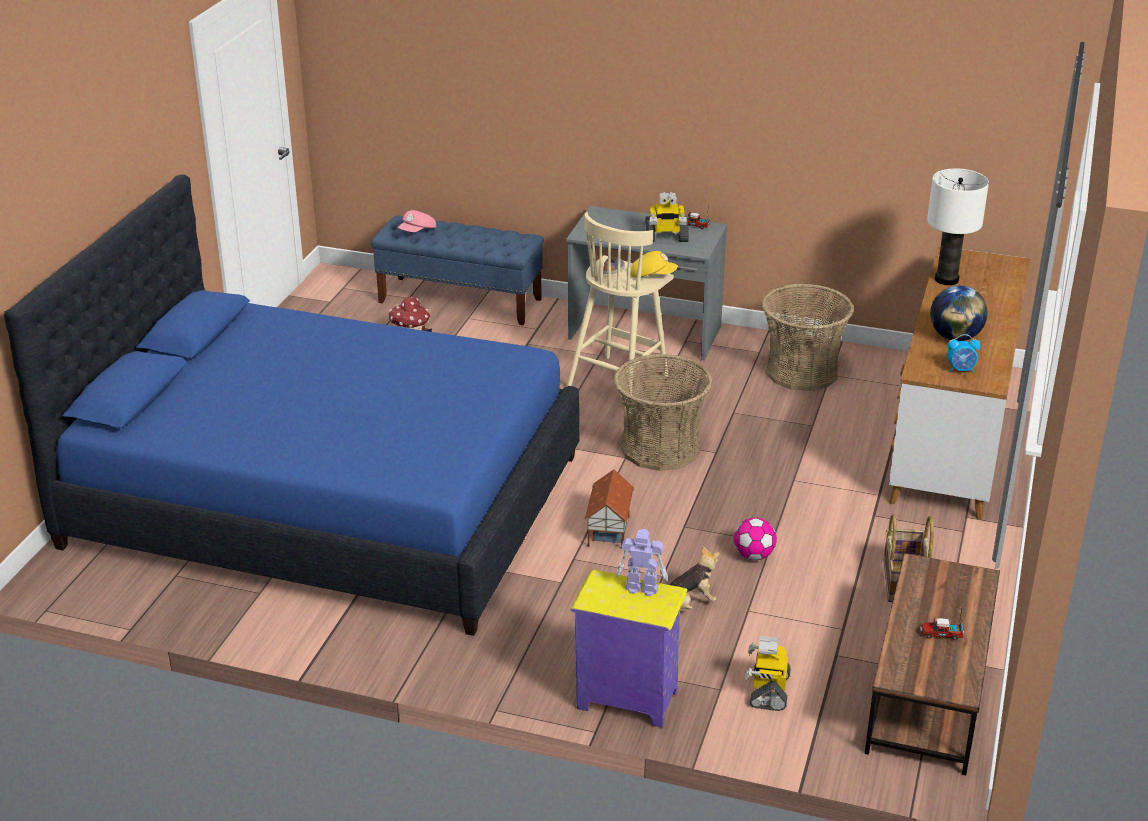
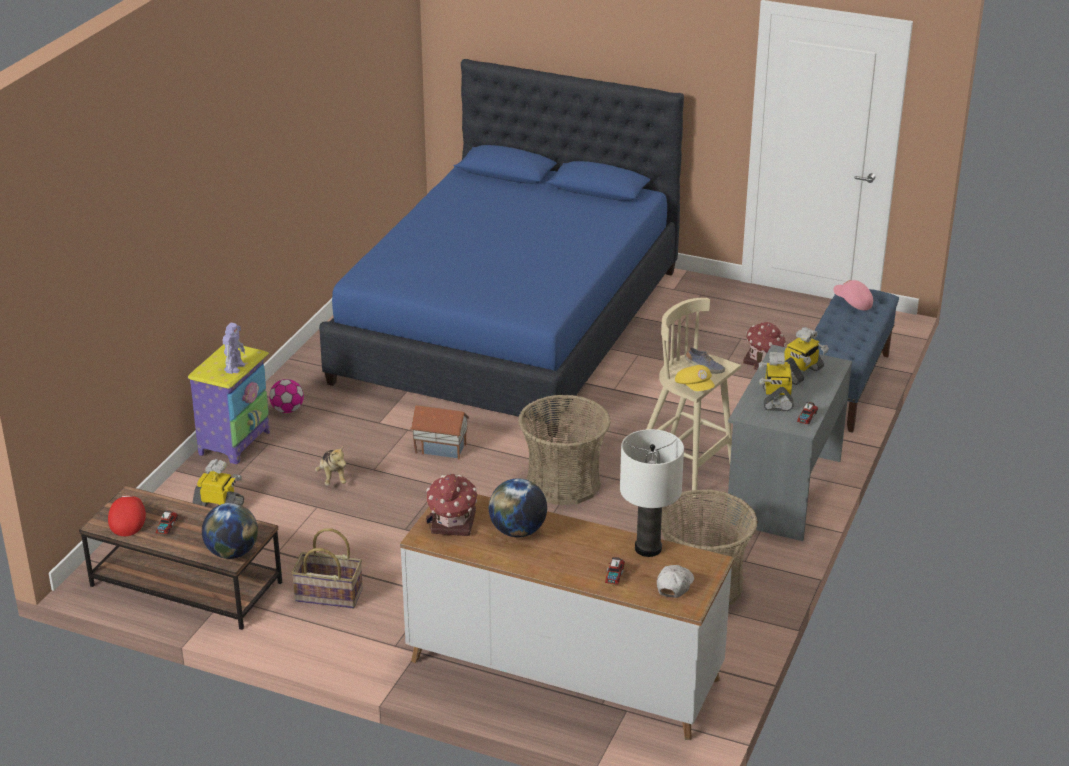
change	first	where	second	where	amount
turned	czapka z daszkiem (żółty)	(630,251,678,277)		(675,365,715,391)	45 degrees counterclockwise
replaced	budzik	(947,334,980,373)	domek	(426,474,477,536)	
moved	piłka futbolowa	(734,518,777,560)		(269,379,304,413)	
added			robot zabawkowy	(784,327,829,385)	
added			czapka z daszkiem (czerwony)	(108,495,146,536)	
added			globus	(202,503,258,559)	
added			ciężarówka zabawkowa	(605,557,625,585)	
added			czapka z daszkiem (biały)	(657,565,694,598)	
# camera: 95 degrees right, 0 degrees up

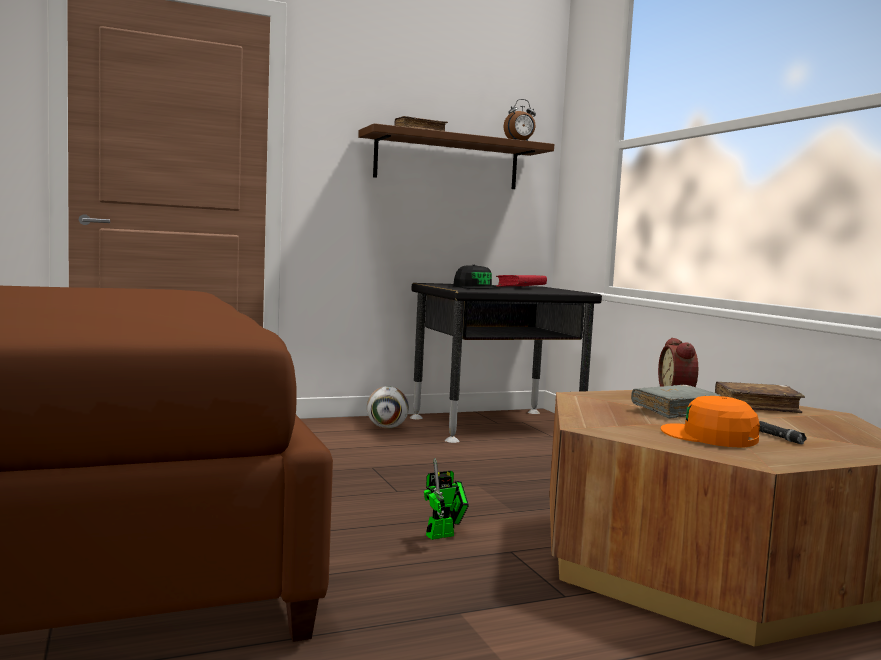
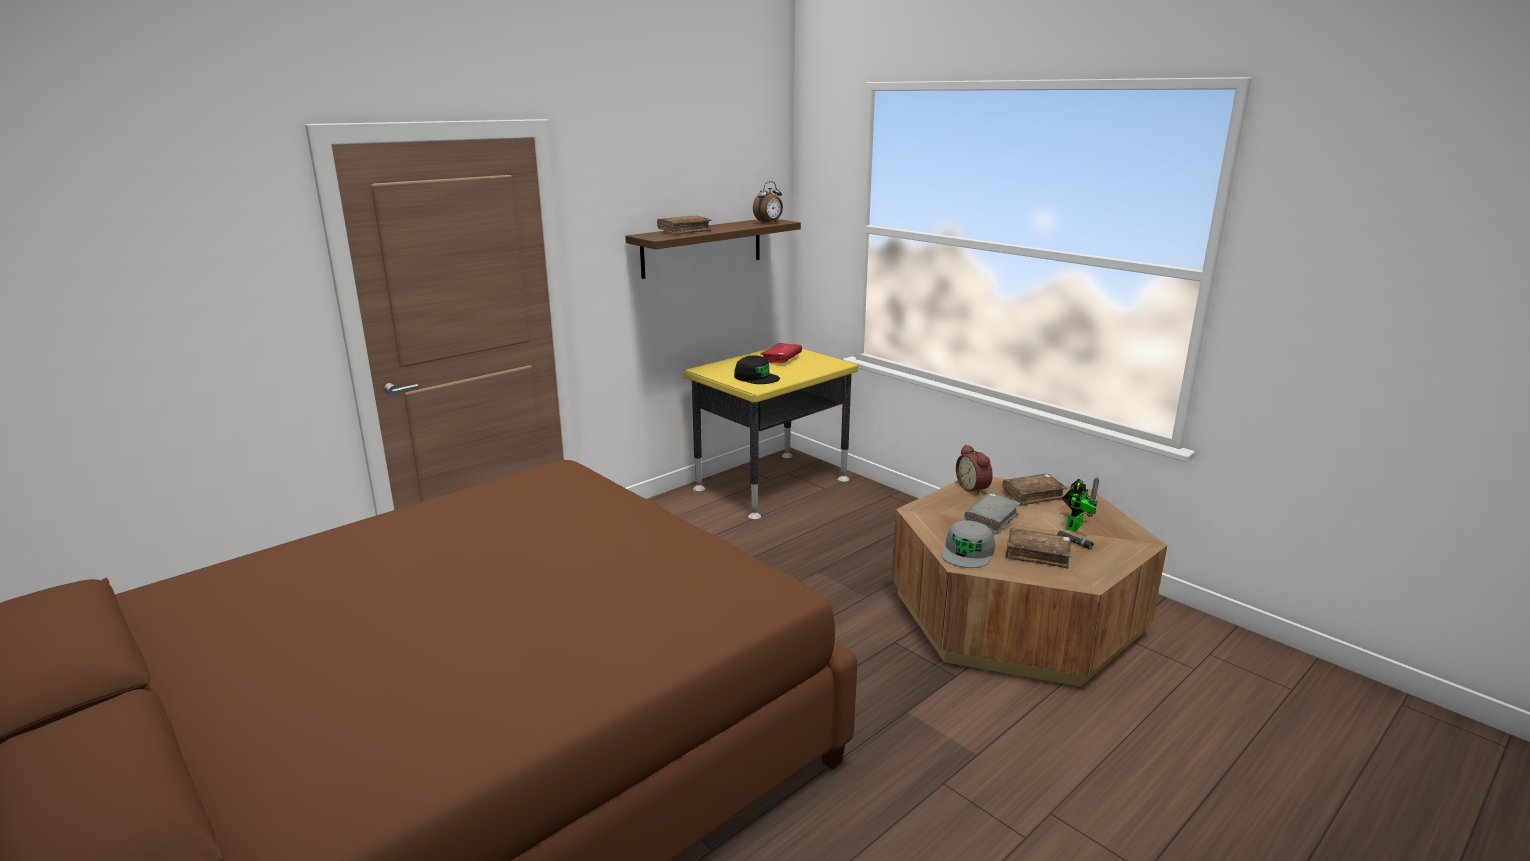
change	first	where	second	where	amount
recoloured	biurko (czarny)	(410,283,602,443)	biurko (żółty)	(684,348,858,519)	
removed	piłka futbolowa	(367,386,409,429)			
replaced	czapka z daszkiem (pomarańczowy)	(661,396,760,448)	książka (brązowy)	(1005,528,1071,569)	
moved	robot zabawkowy	(424,458,469,540)		(1062,477,1099,532)	
added			czapka z daszkiem (szary)	(941,520,995,568)	
# camera: 20 degrees left, 15 degrees up

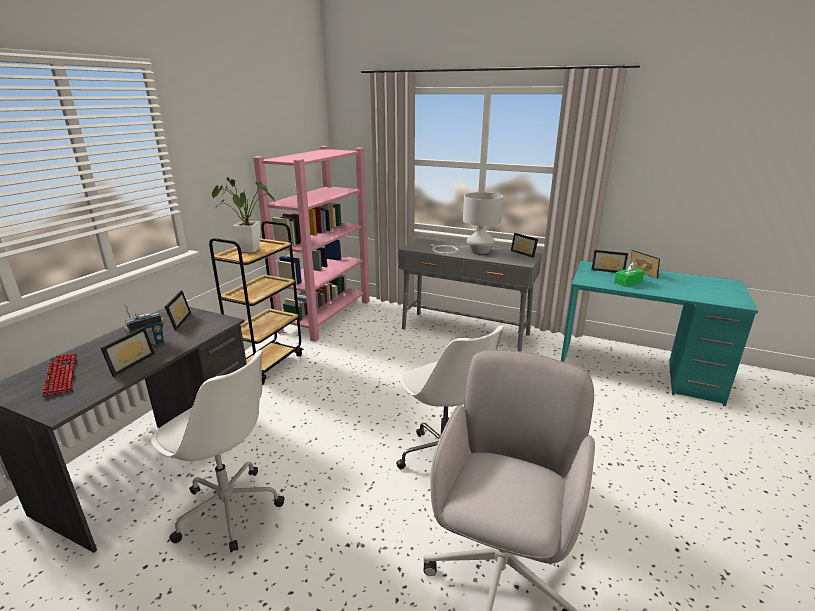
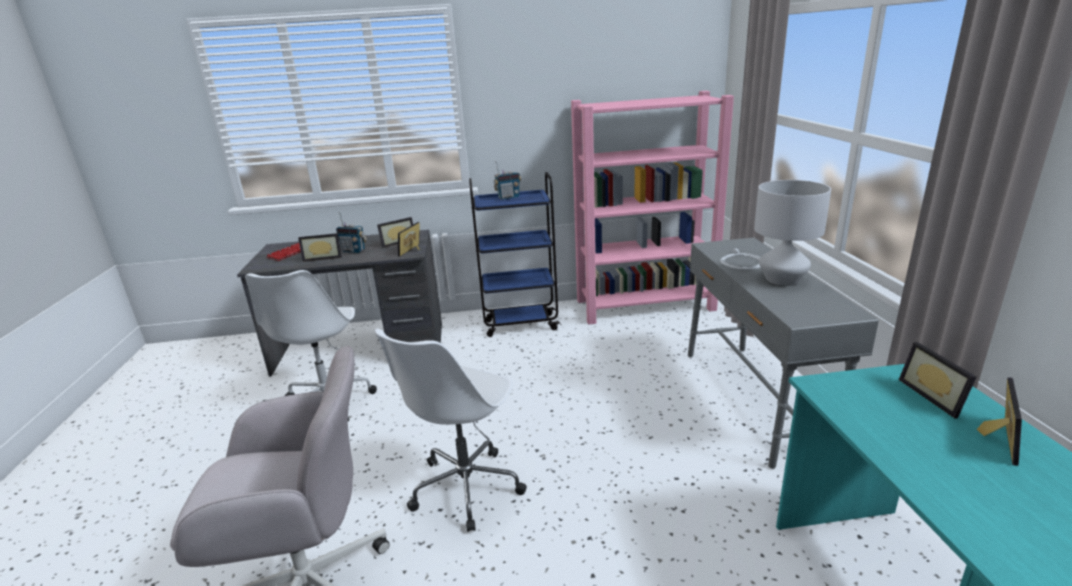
change	first	where	second	where	amount
replaced	roślina doniczkowa	(212,177,275,253)	radio	(494,161,521,200)	
recoloured	wózek (brązowy)	(209,221,304,385)	wózek (niebieski)	(469,172,561,337)	
moved	ramka na zdjęcie	(511,233,538,258)		(398,222,420,257)	
removed	pudełko chusteczek (zielony)	(614,261,645,287)			
# camera: 60 degrees right, 0 degrees up

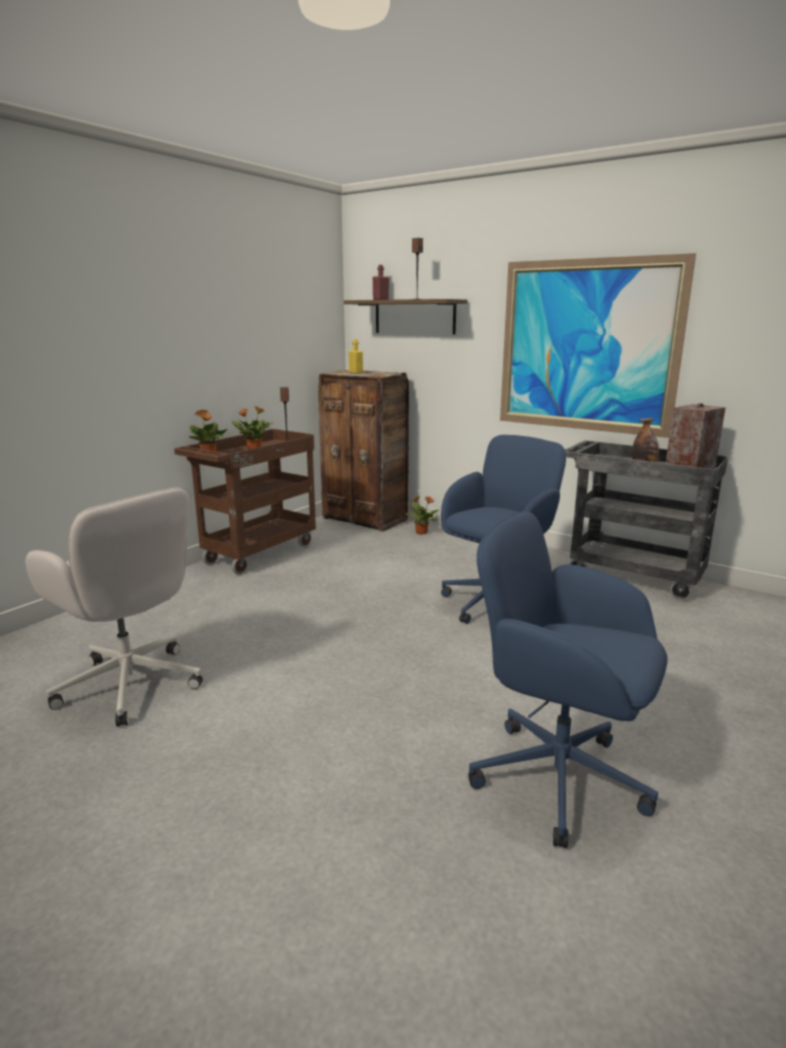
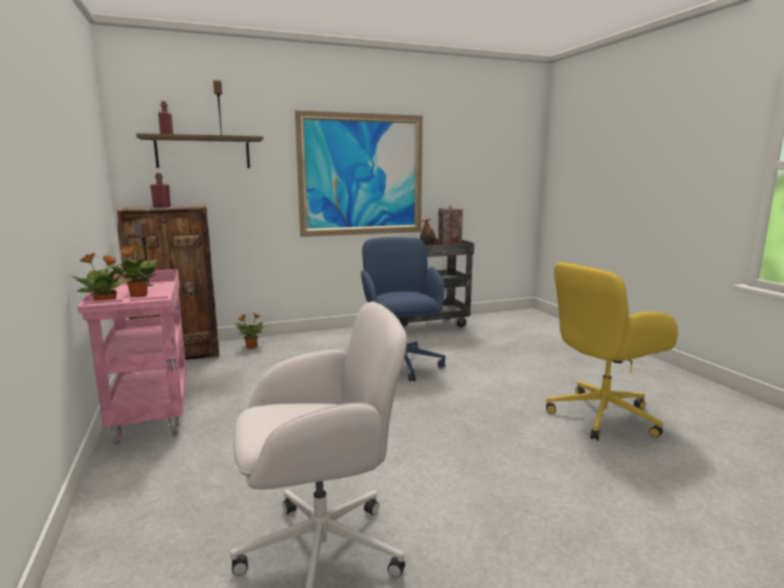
change	first	where	second	where	amount
recoloured	butelka (żółty)	(349,339,363,374)	butelka (czerwony)	(150,173,171,208)	
recoloured	wózek (brązowy)	(174,429,316,575)	wózek (różowy)	(77,269,187,445)	
recoloured	krzesło biurowe (niebieski)	(468,511,668,848)	krzesło biurowe (żółty)	(546,262,678,441)	
# camera: 55 degrees left, 5 degrees down

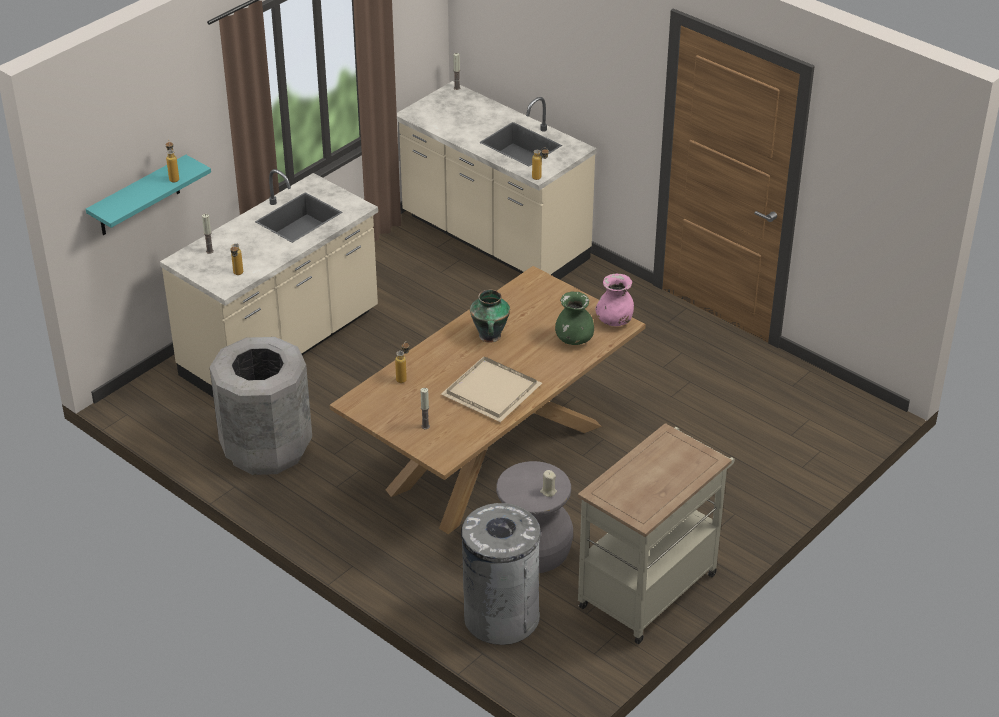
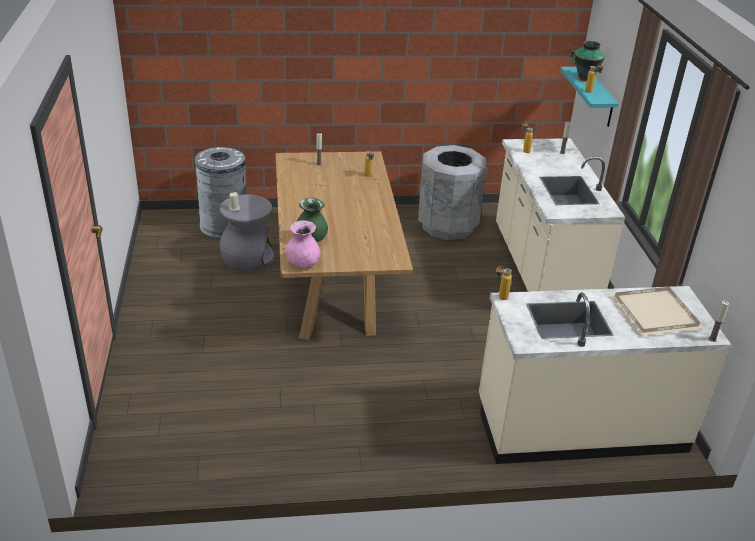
change	first	where	second	where	amount
moved	wazon	(470,289,510,343)		(570,41,605,81)	
moved	taca (beżowy)	(441,356,542,422)		(609,287,705,336)	
removed	wózek (beżowy)	(578,423,735,644)			
# camera: 130 degrees right, 5 degrees down

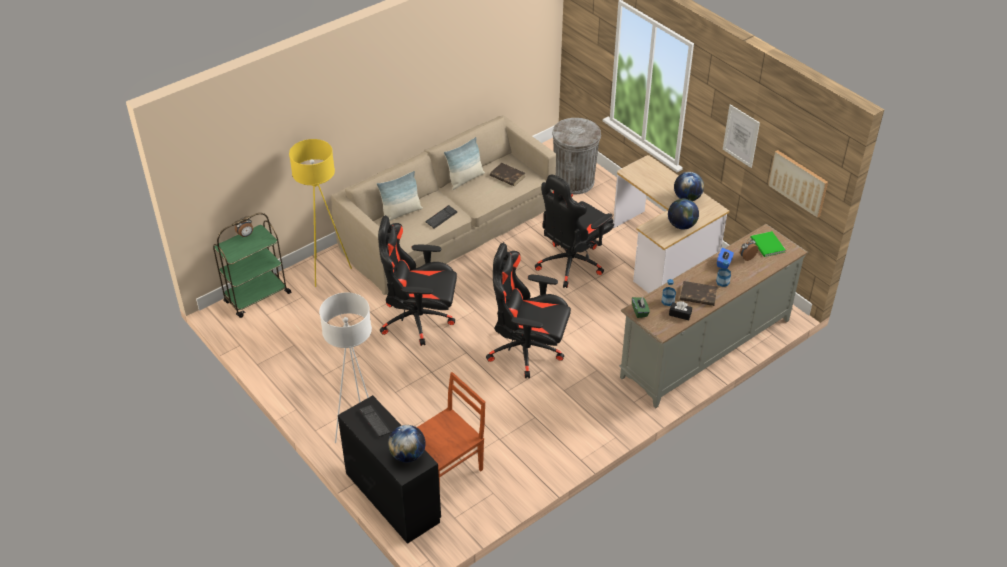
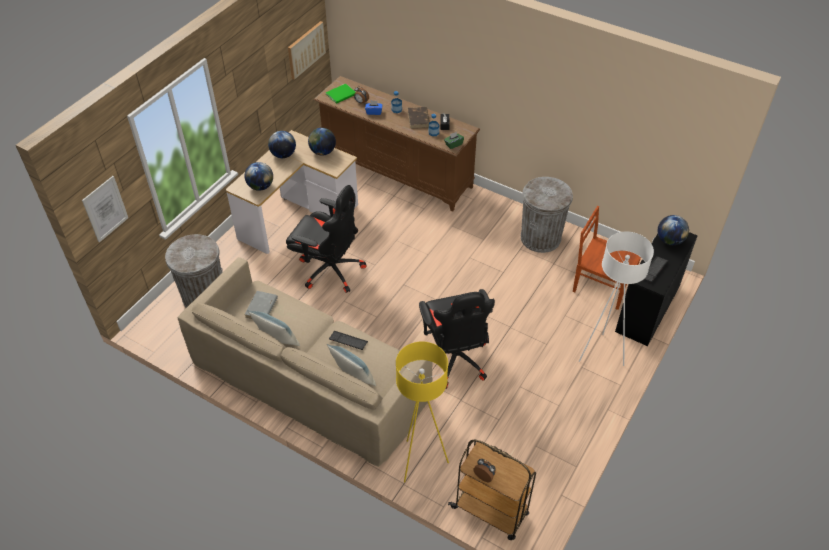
change	first	where	second	where	amount
moved	obraz	(723,104,760,168)		(82,176,128,243)	
recoloured	książka (brązowy)	(490,163,525,186)	książka (szary)	(245,291,278,319)	
recoloured	wózek (zielony)	(213,213,291,318)	wózek (brązowy)	(448,440,536,540)	
recoloured	szafka (szary)	(619,224,808,408)	szafka (brązowy)	(313,76,480,212)	
removed	krzesło biurowe (czarny)	(486,242,571,378)			
added			globus	(245,162,273,191)	
added			kosz na śmieci (szary)	(521,177,573,253)	
# camera: 110 degrees left, 5 degrees up

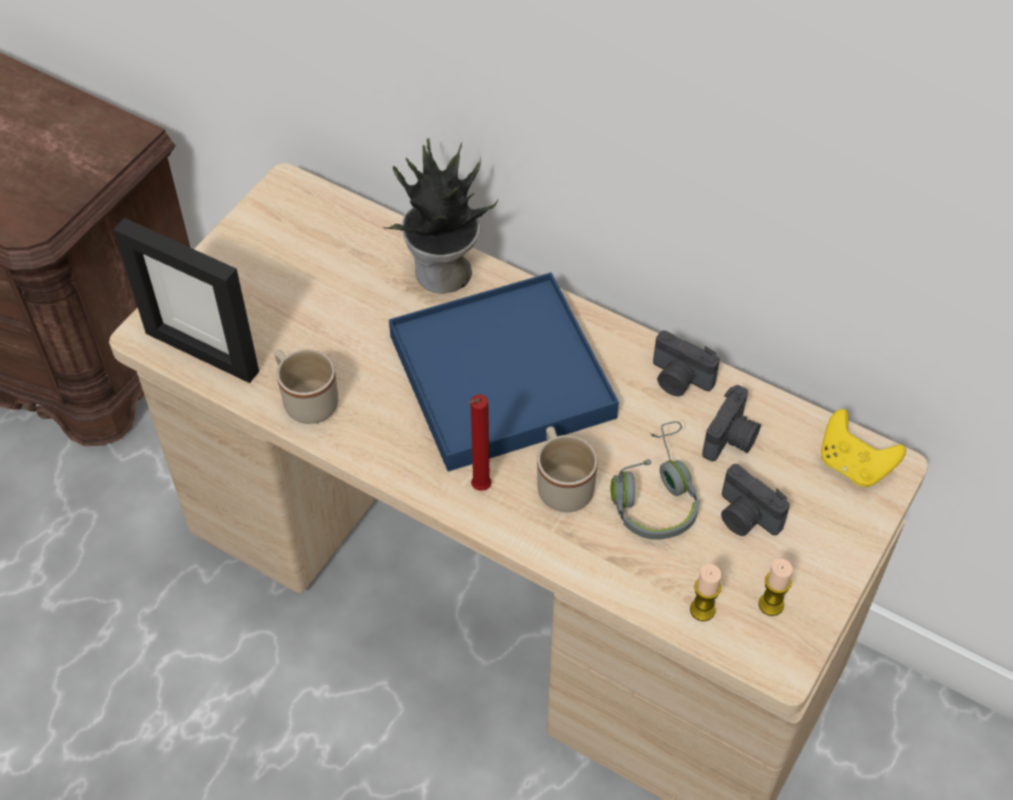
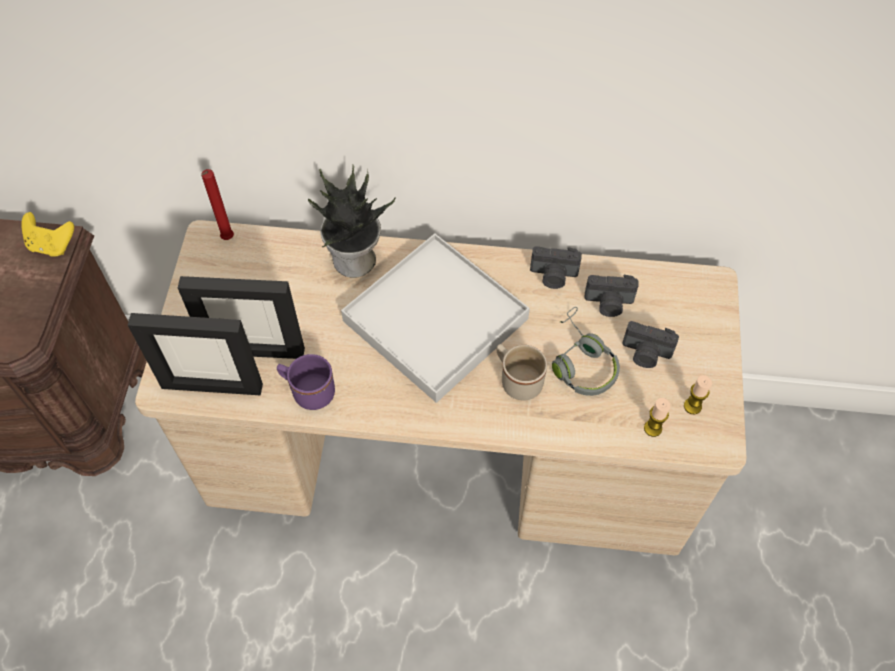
change	first	where	second	where	amount
recoloured	taca (niebieski)	(389,272,619,472)	taca (biały)	(341,234,530,403)	
recoloured	kubek (beżowy)	(274,349,338,424)	kubek (fioletowy)	(277,354,335,410)	
turned	aparat fotograficzny	(702,385,761,461)		(585,275,638,317)	90 degrees clockwise
moved	świeca (czerwony)	(468,394,492,491)		(201,169,234,240)	
moved	pad do gier (żółty)	(821,409,906,487)		(21,212,74,257)	
added			ramka na zdjęcie	(178,276,305,359)	
# camera: 25 degrees left, 5 degrees up

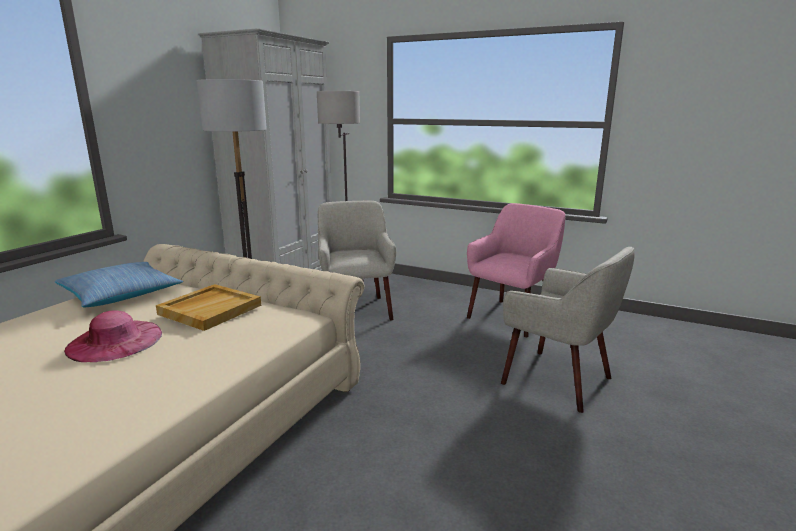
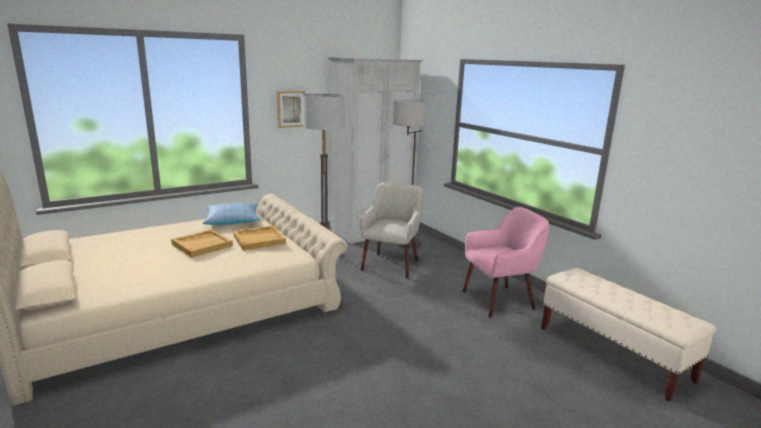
change	first	where	second	where	amount
removed	fotel (beżowy)	(501,247,635,413)			
replaced	kapelusz (różowy)	(64,310,162,362)	taca (beżowy)	(171,230,233,258)	
added			obraz	(277,91,305,128)	
added			ławka (beżowy)	(541,268,716,402)	
# camera: 30 degrees right, 0 degrees up

